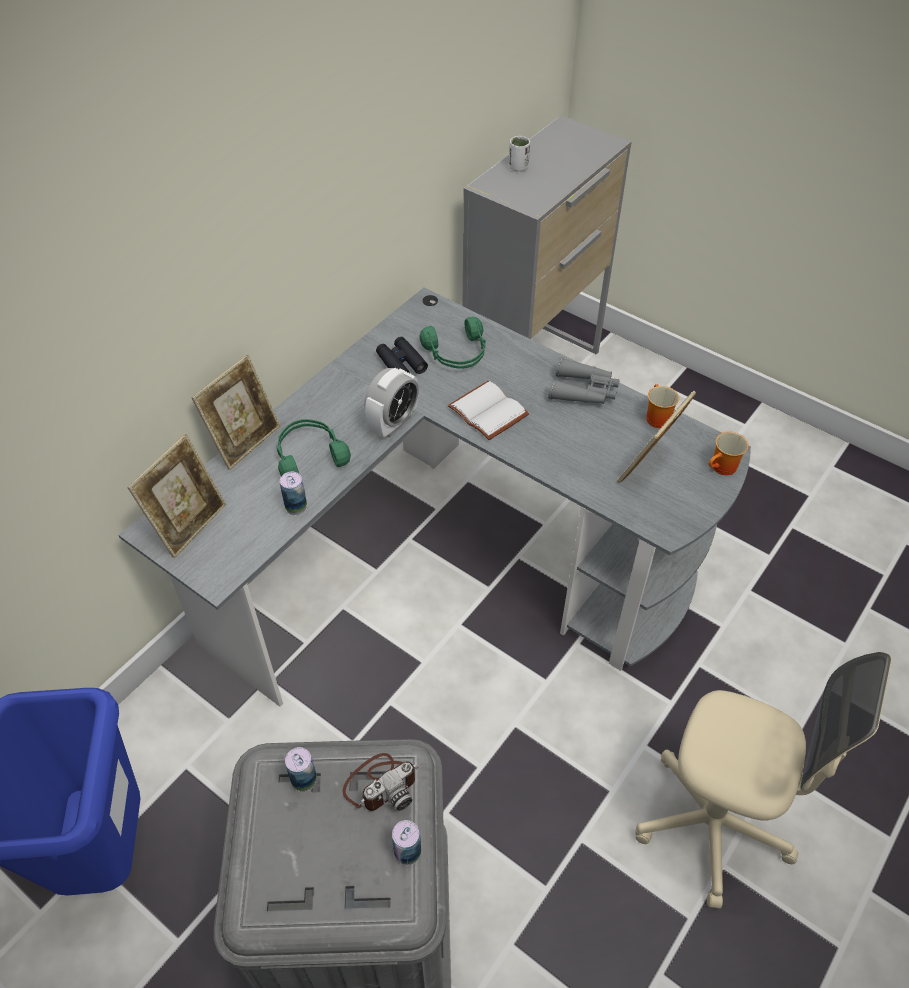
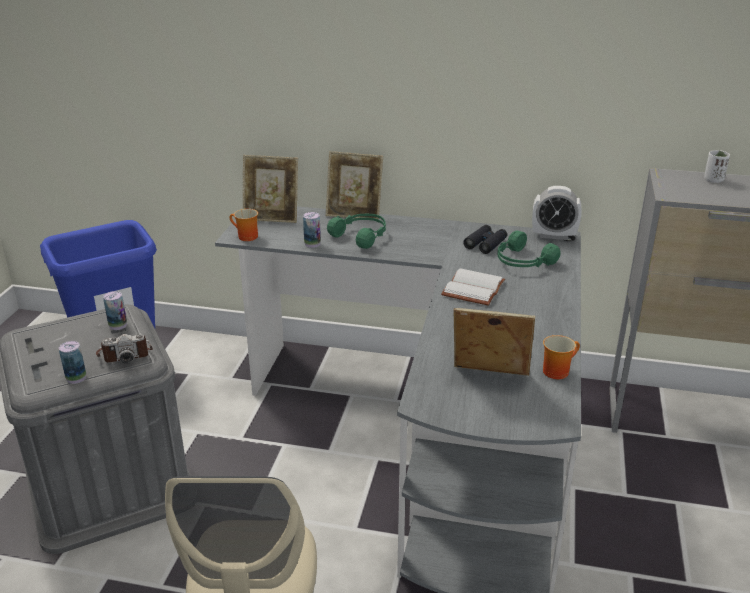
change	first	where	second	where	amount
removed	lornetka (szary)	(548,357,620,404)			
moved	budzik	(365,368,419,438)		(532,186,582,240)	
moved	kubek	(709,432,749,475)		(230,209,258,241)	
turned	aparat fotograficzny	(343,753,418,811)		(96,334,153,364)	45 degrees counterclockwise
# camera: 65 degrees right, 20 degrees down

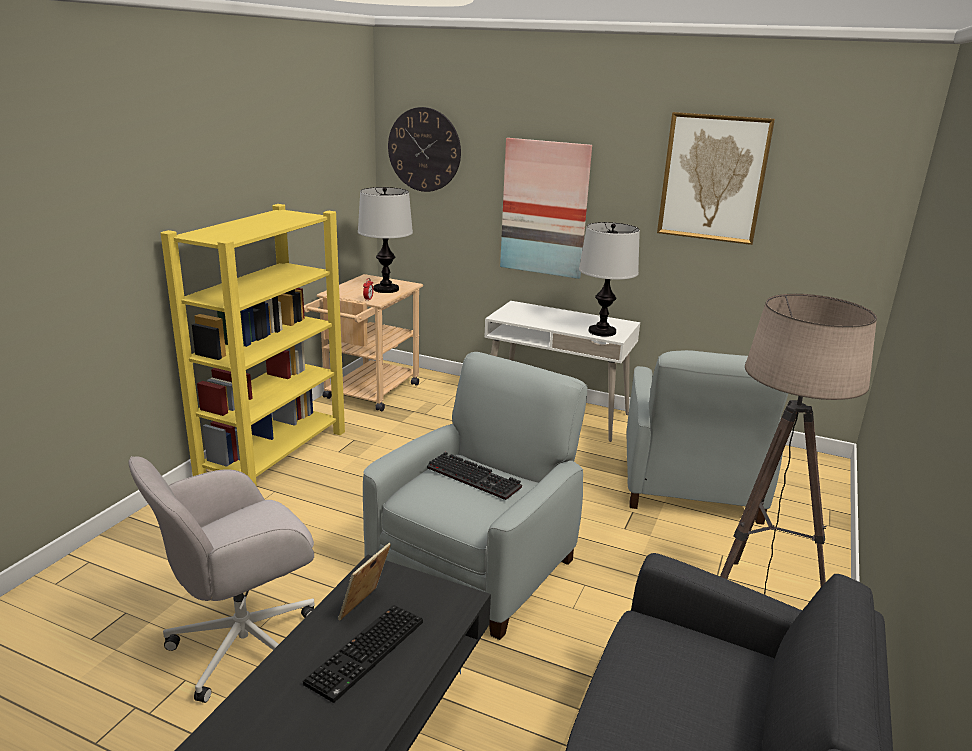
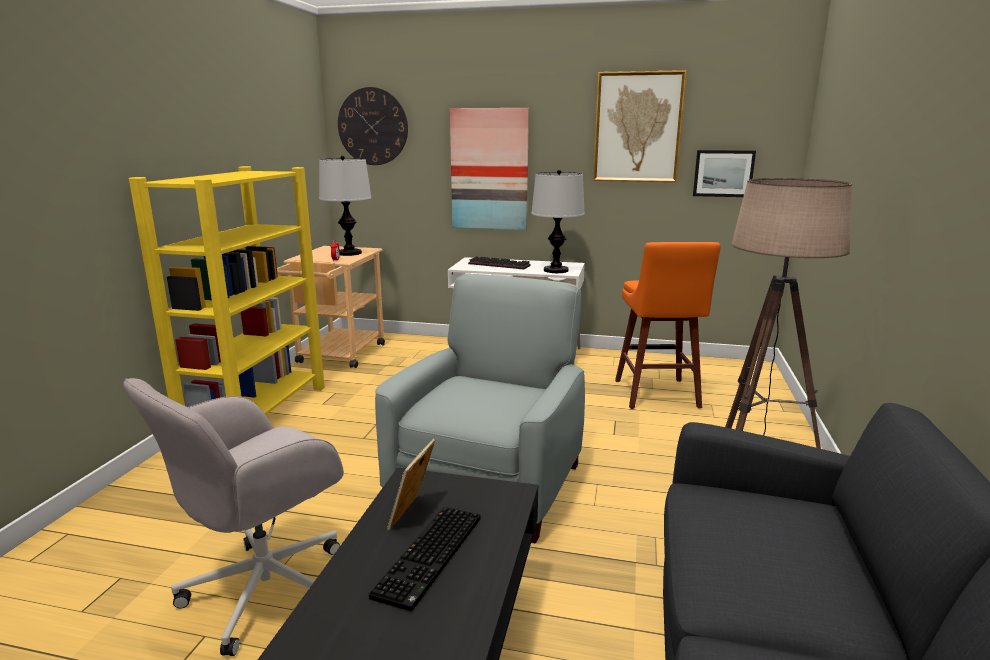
change	first	where	second	where	amount
replaced	fotel (szary)	(627,350,788,525)	stołek (pomarańczowy)	(615,242,721,409)	
moved	klawiatura	(427,452,522,500)		(468,256,531,270)	
added			obraz	(693,150,756,197)	
# camera: 10 degrees left, 5 degrees down

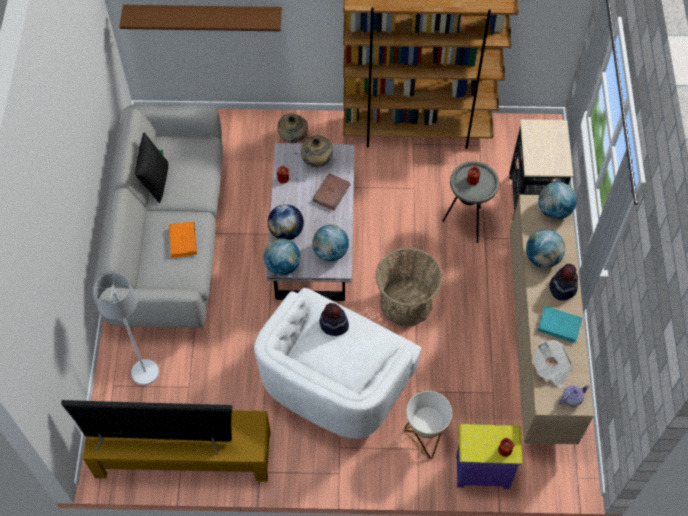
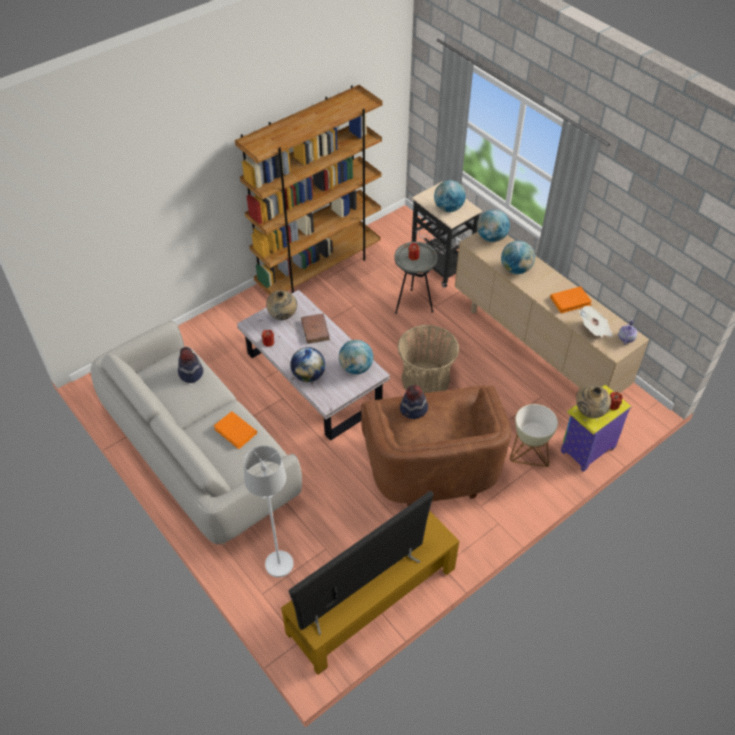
change	first	where	second	where	amount
removed	półka (brązowy)	(119,5,282,31)			
moved	wazon (beżowy)	(277,113,308,143)		(576,385,611,418)	
removed	poduszka (czarny)	(135,132,168,203)			
moved	globus	(264,238,301,275)		(434,180,466,212)	
moved	kapelusz	(550,264,578,301)		(178,347,204,383)	
recoloured	fotel (biały)	(254,288,421,439)	fotel (brązowy)	(361,385,511,506)	
recoloured	książka (turkusowy)	(537,306,583,343)	książka (pomarańczowy)	(550,286,592,313)	
# camera: 40 degrees left, 10 degrees down

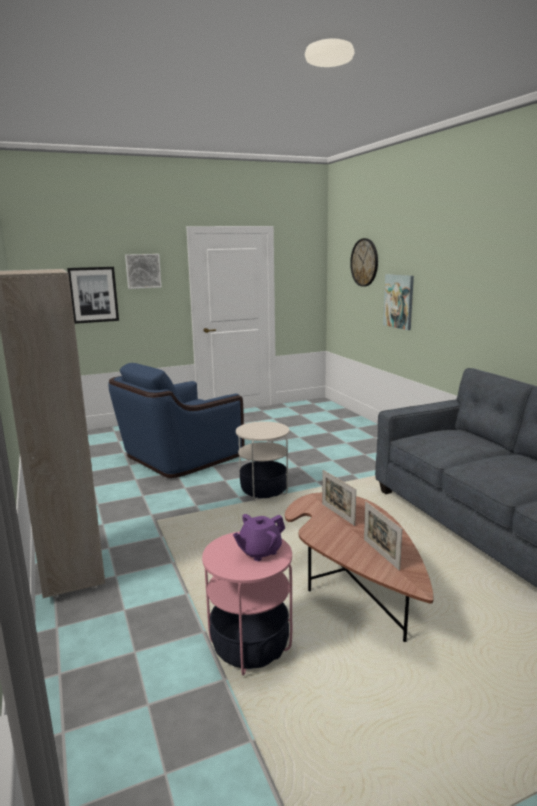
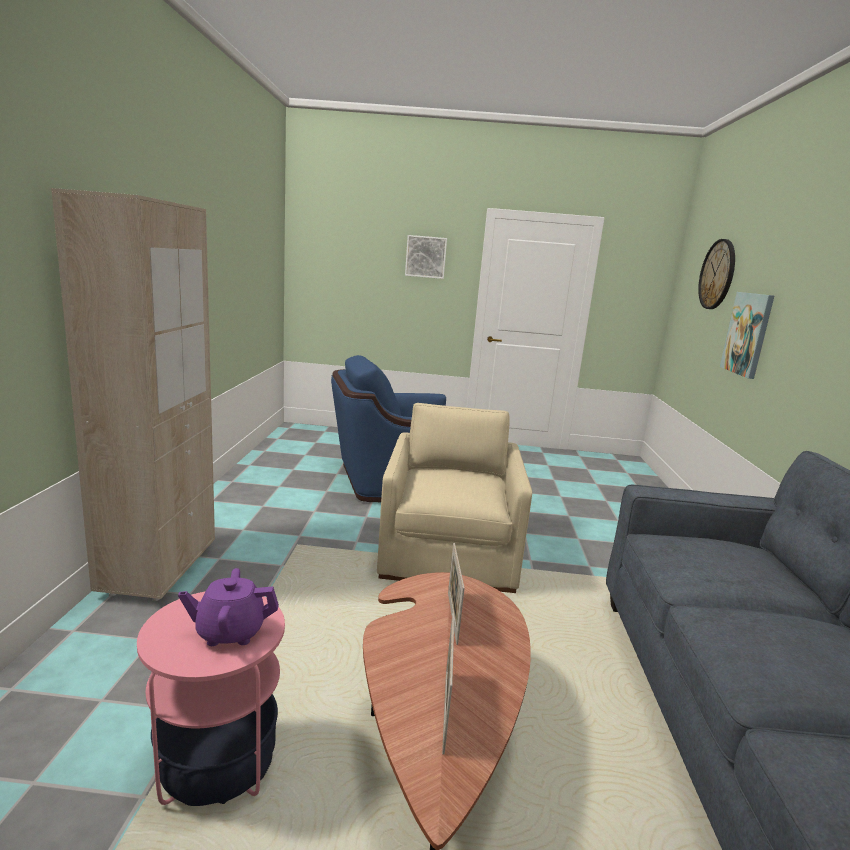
change	first	where	second	where	amount
removed	obraz	(67,267,119,324)			
replaced	stolik (beżowy)	(236,421,289,501)	fotel (beżowy)	(377,403,532,593)	
# camera: 25 degrees right, 0 degrees up

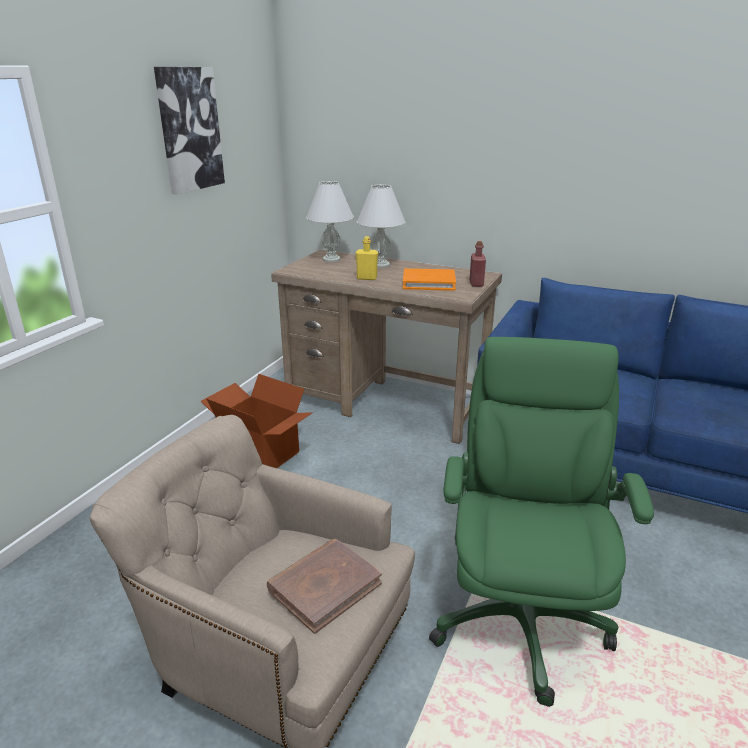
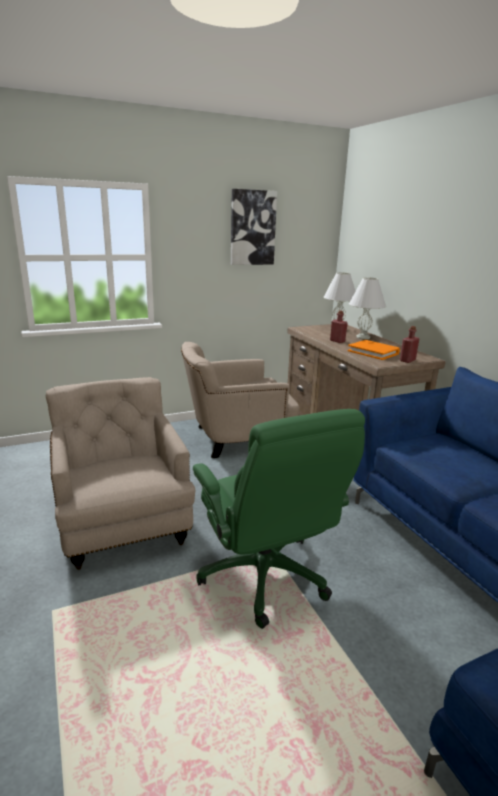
change	first	where	second	where	amount
recoloured	butelka (żółty)	(356,236,378,280)	butelka (czerwony)	(330,310,348,343)	
turned	krzesło biurowe (zielony)	(429,337,654,707)		(193,409,365,629)	105 degrees clockwise
replaced	karton	(200,374,313,468)	fotel (beżowy)	(181,342,299,458)	
removed	książka (brązowy)	(267,539,382,634)			
# camera: 40 degrees right, 5 degrees down

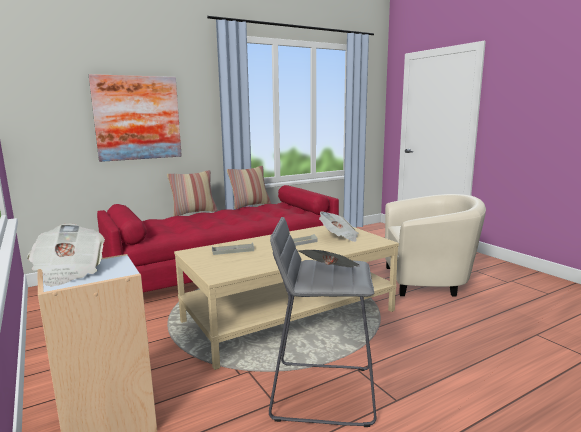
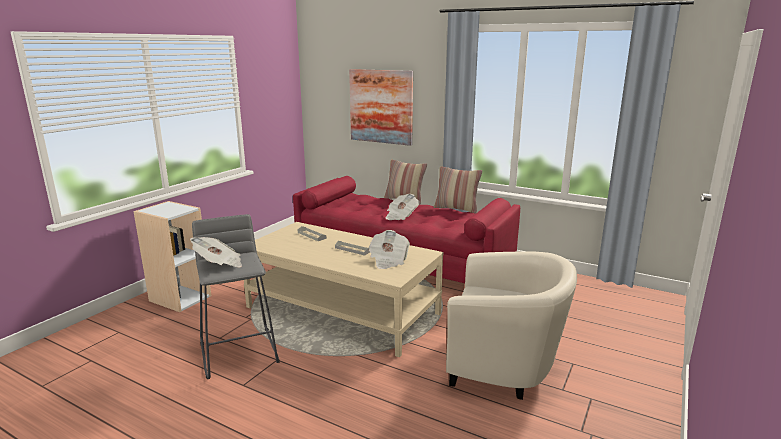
change	first	where	second	where	amount
turned	fotel (beżowy)	(385,194,486,297)		(446,251,577,400)	45 degrees counterclockwise
moved	gazeta	(27,223,105,287)		(386,194,419,220)	
# camera: 60 degrees right, 5 degrees up

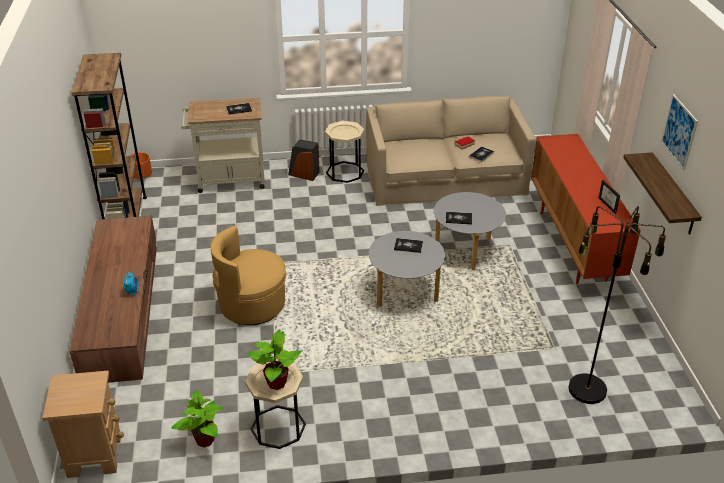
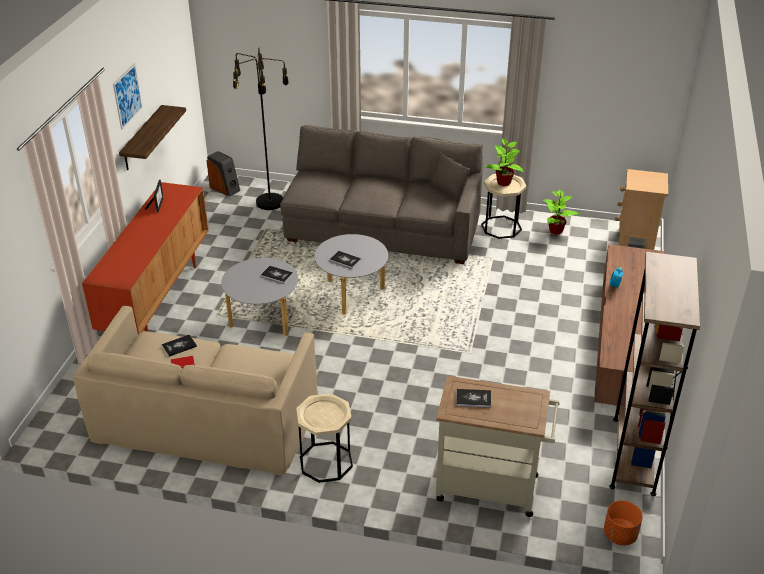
change	first	where	second	where	amount
moved	głośnik	(288,140,320,181)		(207,151,240,196)	
removed	fotel (beżowy)	(211,225,286,325)			
added			kanapa (szary)	(280,125,484,264)	
# camera: 160 degrees left, 0 degrees up

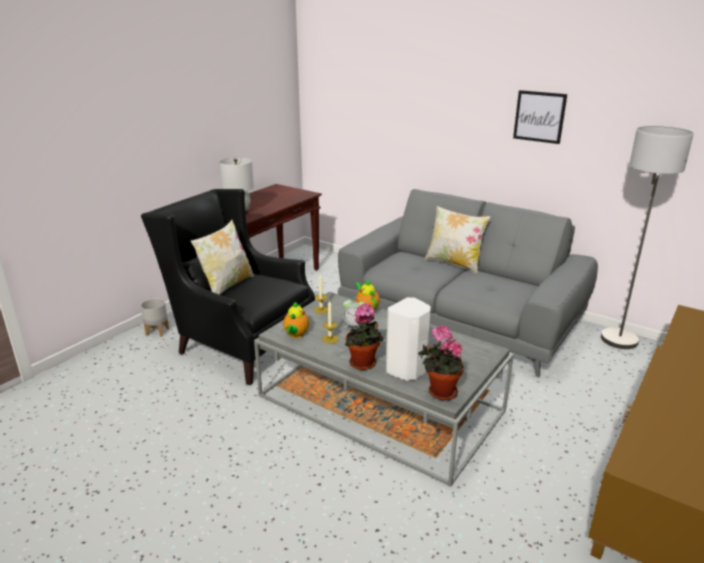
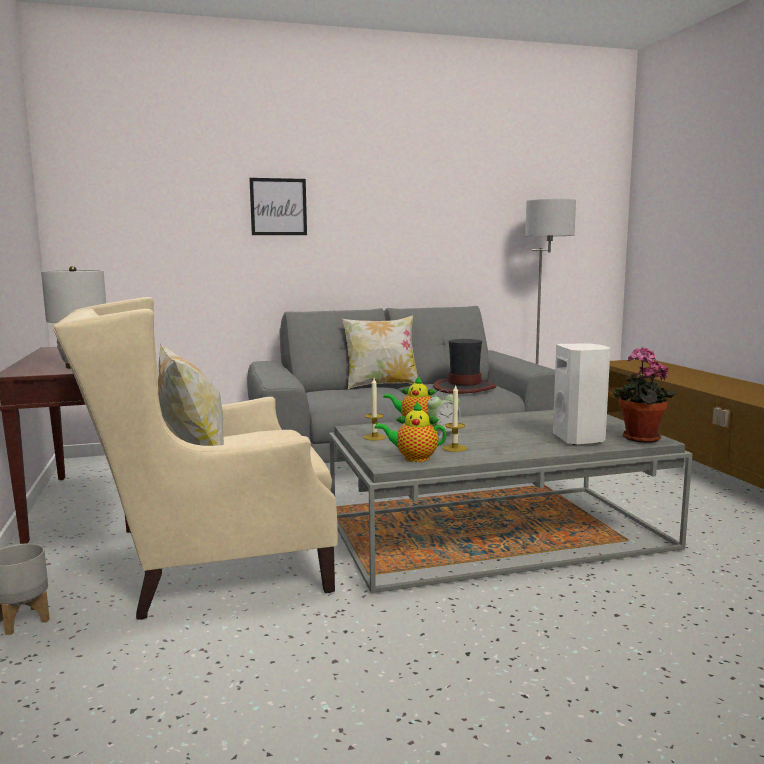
change	first	where	second	where	amount
moved	obraz	(513,90,567,144)		(249,178,307,235)	
recoloured	fotel (czarny)	(141,189,315,385)	fotel (beżowy)	(53,297,338,620)	
turned	imbryk	(283,302,309,338)		(375,402,447,462)	135 degrees clockwise
removed	roślina doniczkowa	(345,303,383,370)			
added			kapelusz	(433,339,496,394)	
# camera: 50 degrees left, 15 degrees down

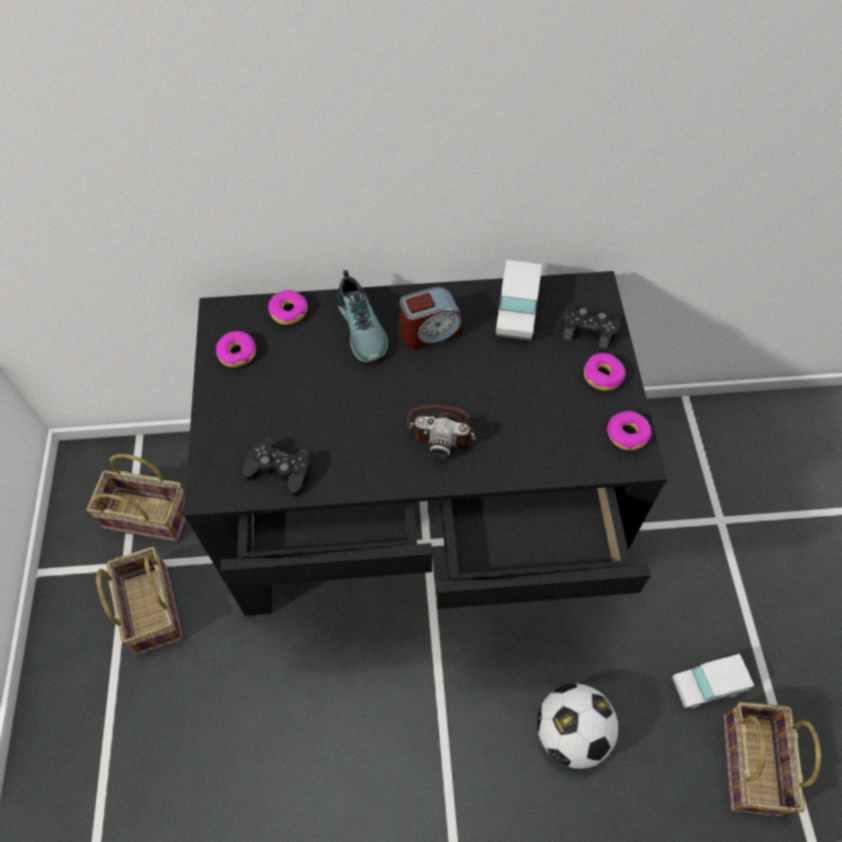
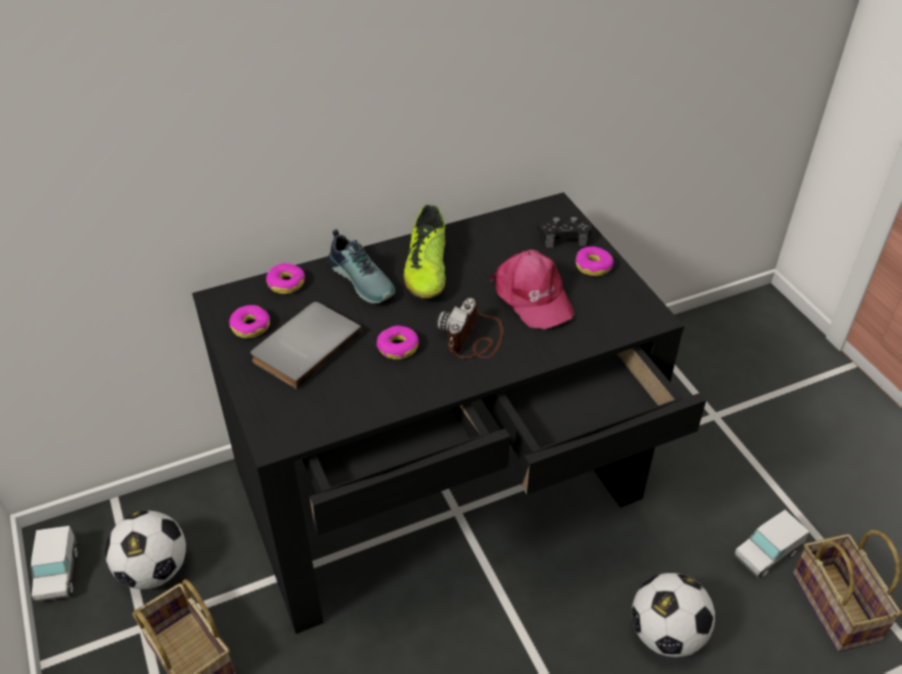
change	first	where	second	where	amount
moved	ciężarówka zabawkowa	(496,260,542,341)		(31,526,78,602)	
replaced	budzik	(399,287,463,350)	but	(403,205,446,299)	
turned	aparat fotograficzny	(406,405,477,459)		(436,298,503,358)	120 degrees clockwise
moved	donut	(606,411,652,450)		(377,326,419,360)	
removed	pad do gier (czarny)	(243,438,311,497)			
replaced	koszyk	(86,454,186,542)	piłka futbolowa	(105,510,186,590)	
added			czapka z daszkiem (różowy)	(490,249,575,329)	
added			książka (szary)	(250,302,362,389)	
# camera: 20 degrees left, 15 degrees down

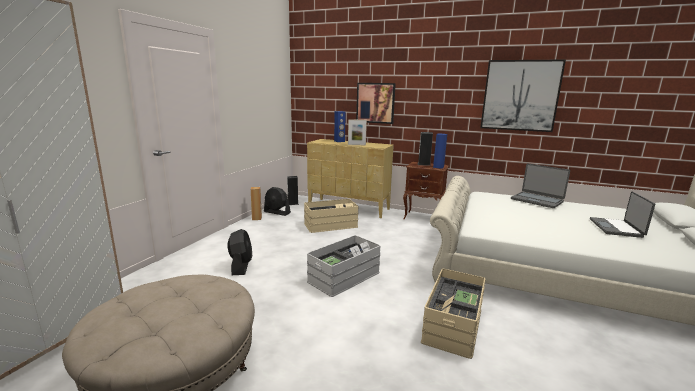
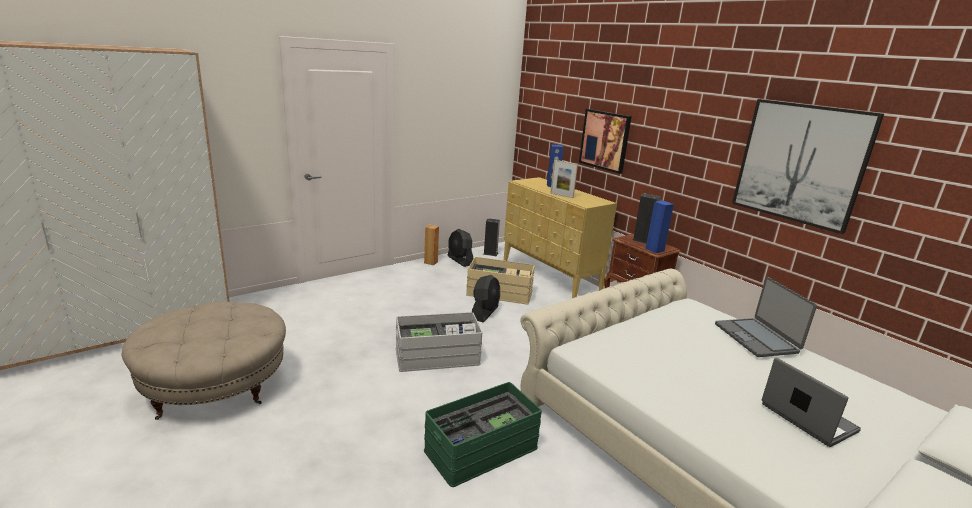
change	first	where	second	where	amount
turned	laptop	(590,192,655,238)		(762,358,861,447)	105 degrees clockwise
moved	wentylator (czarny)	(227,229,252,275)		(472,275,500,322)	
recoloured	pojemnik do przechowywania (beżowy)	(421,269,485,359)	pojemnik do przechowywania (zielony)	(424,382,542,487)	
# camera: 30 degrees right, 5 degrees up

